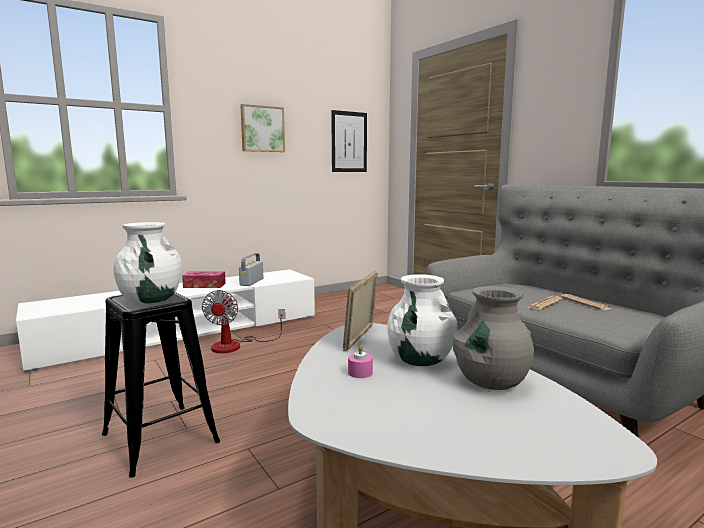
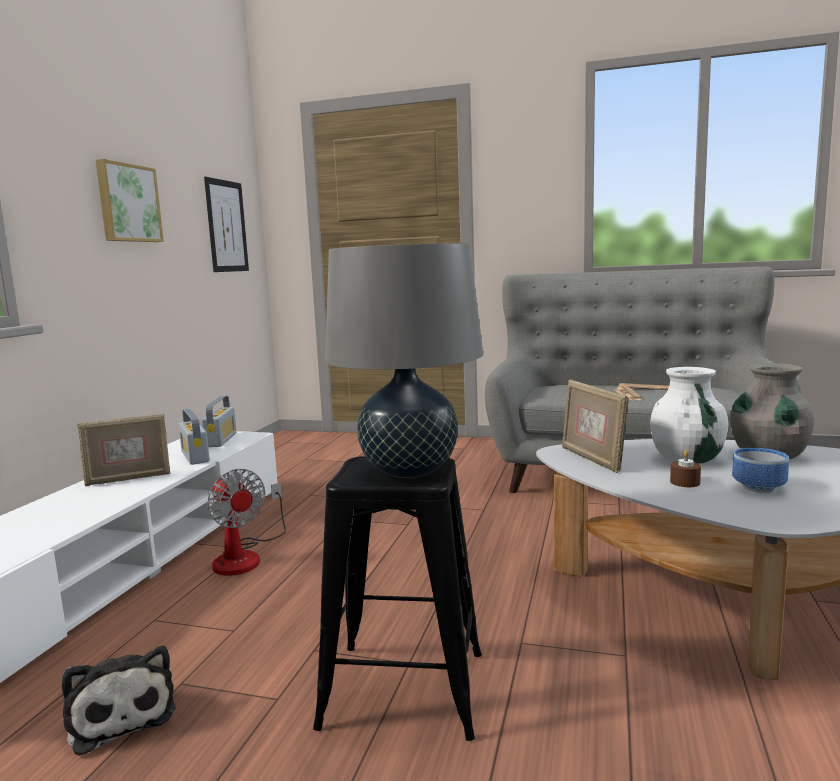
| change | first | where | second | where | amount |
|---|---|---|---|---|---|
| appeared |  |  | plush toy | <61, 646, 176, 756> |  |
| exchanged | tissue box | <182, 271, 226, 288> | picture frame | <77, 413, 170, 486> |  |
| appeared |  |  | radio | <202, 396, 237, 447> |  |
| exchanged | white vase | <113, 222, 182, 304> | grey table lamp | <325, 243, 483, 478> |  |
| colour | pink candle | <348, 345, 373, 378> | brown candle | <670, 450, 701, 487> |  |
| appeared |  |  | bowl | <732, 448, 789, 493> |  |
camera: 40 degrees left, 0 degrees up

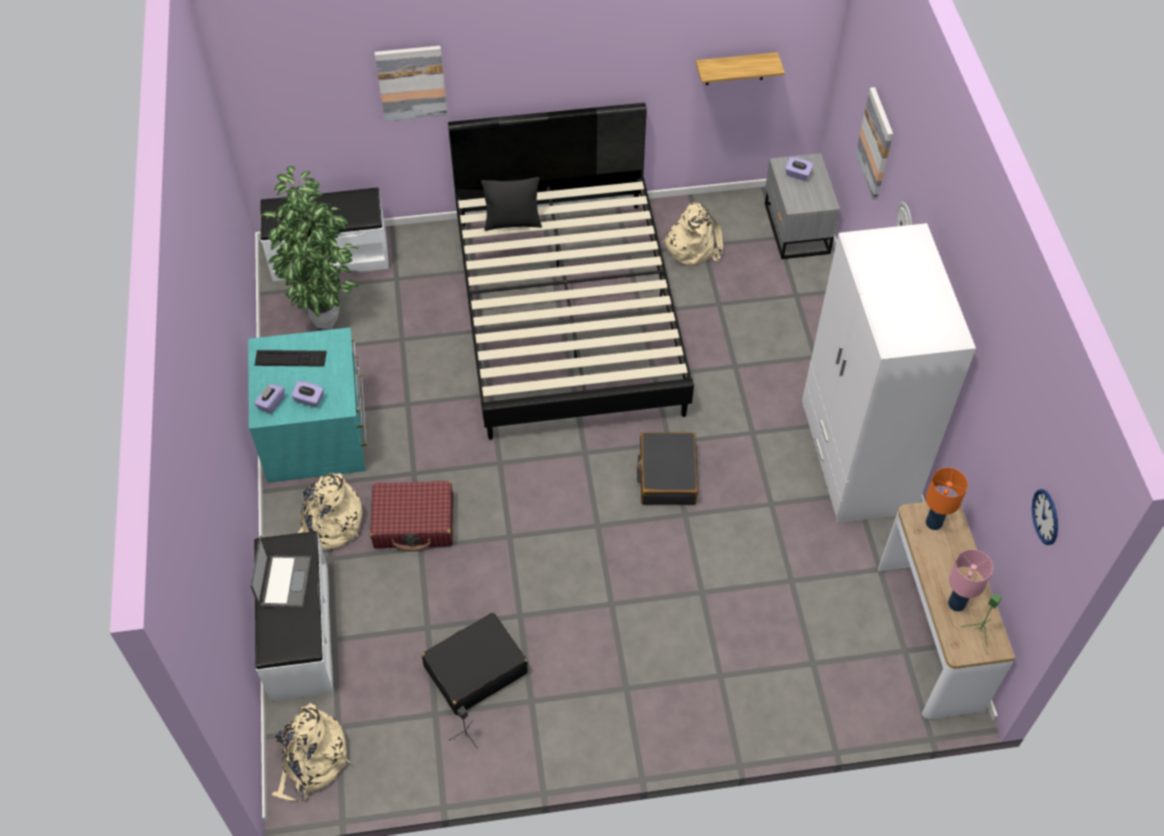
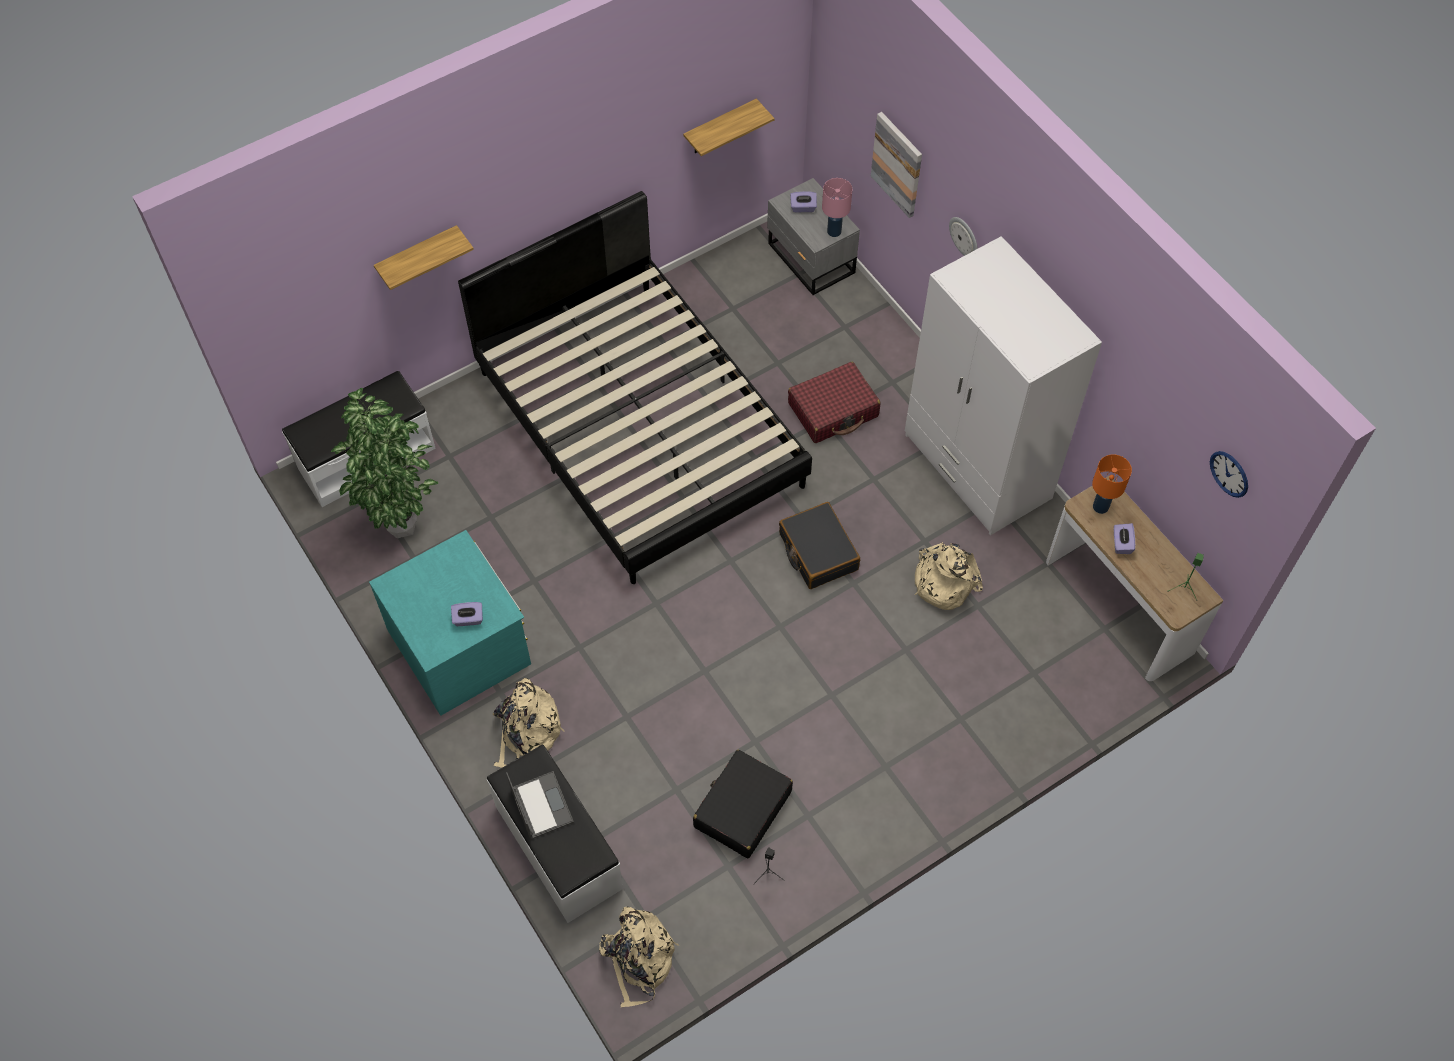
| change | first | where | second | where | amount |
|---|---|---|---|---|---|
| exchanged | picture | <374, 46, 448, 122> | shelf | <374, 225, 474, 290> |  |
| relocated | red suitcase | <370, 481, 453, 552> |  | <788, 362, 880, 443> |  |
| relocated | pink table lamp | <948, 549, 993, 612> |  | <822, 178, 852, 237> |  |
| relocated | beige backpack | <662, 202, 723, 266> |  | <915, 542, 983, 610> |  |
| relocated | purple tissue box | <254, 384, 285, 414> |  | <1114, 523, 1135, 554> |  |
| missing | keyboard | <254, 350, 327, 367> |  |  |  |
| missing | black pillow | <481, 177, 542, 231> |  |  |  |
camera: 25 degrees left, 5 degrees up

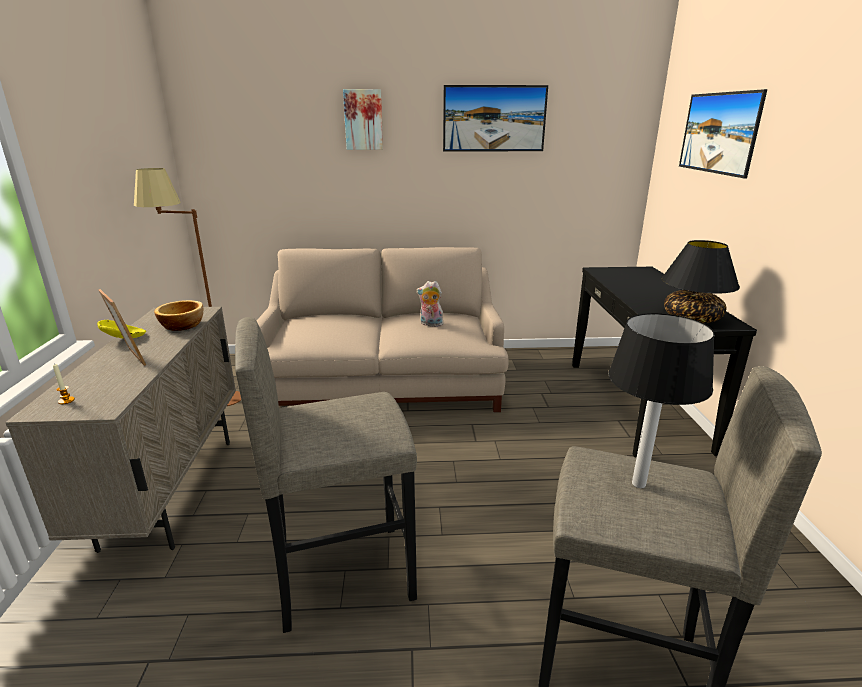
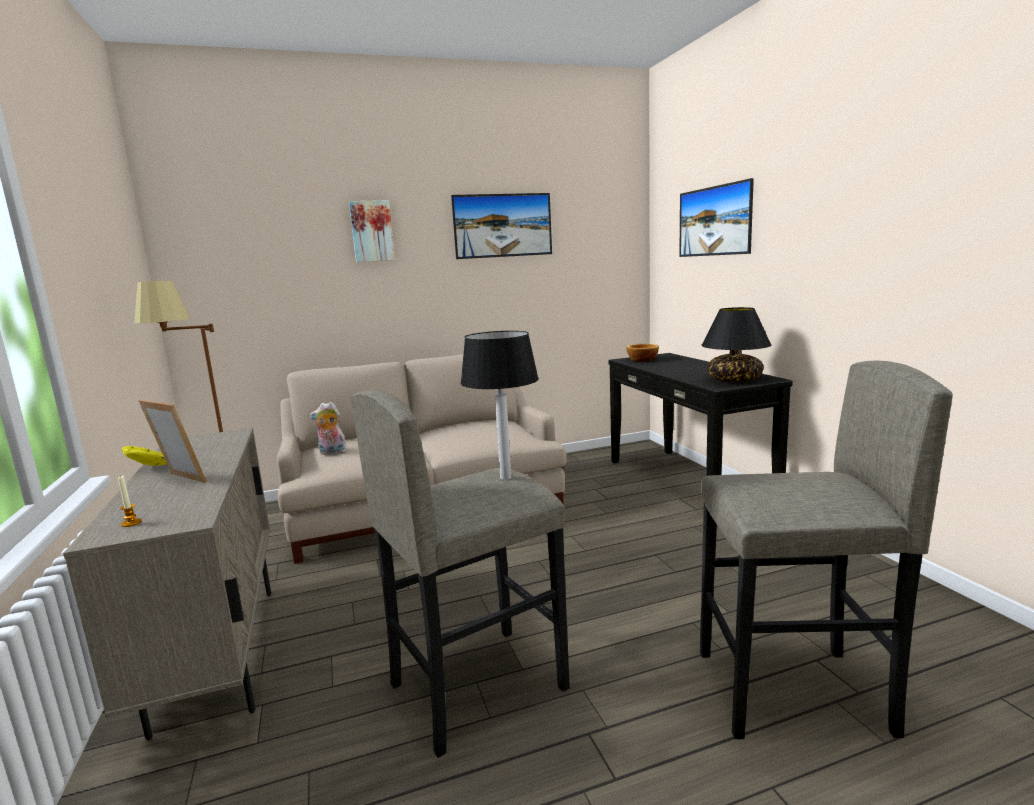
| change | first | where | second | where | amount |
|---|---|---|---|---|---|
| relocated | plush toy | <416, 281, 443, 327> |  | <310, 402, 350, 455> |  |
| relocated | table lamp | <608, 313, 715, 488> |  | <460, 331, 539, 480> |  |
| relocated | bowl | <154, 300, 203, 331> |  | <626, 344, 659, 362> |  |
camera: 15 degrees left, 10 degrees down

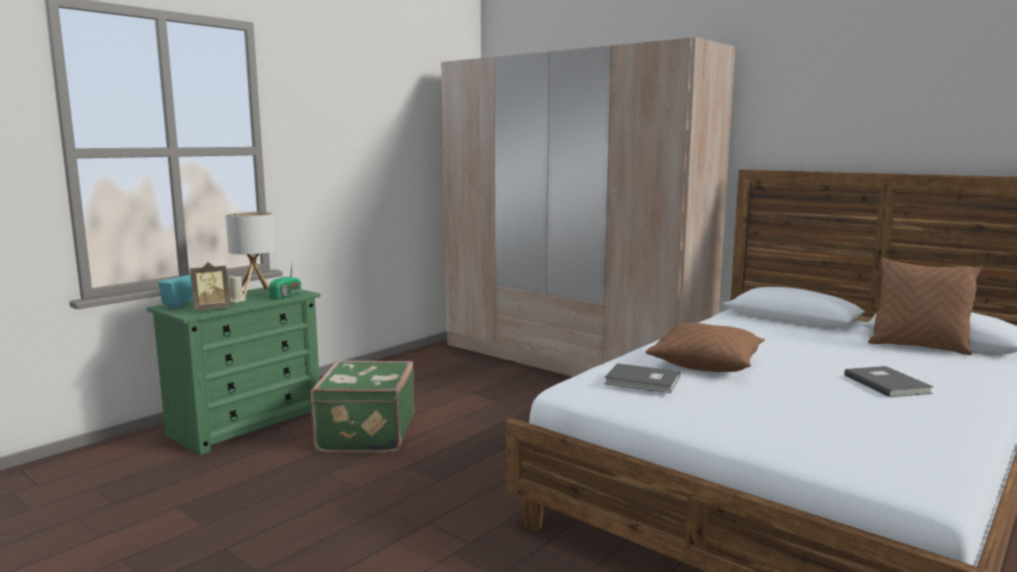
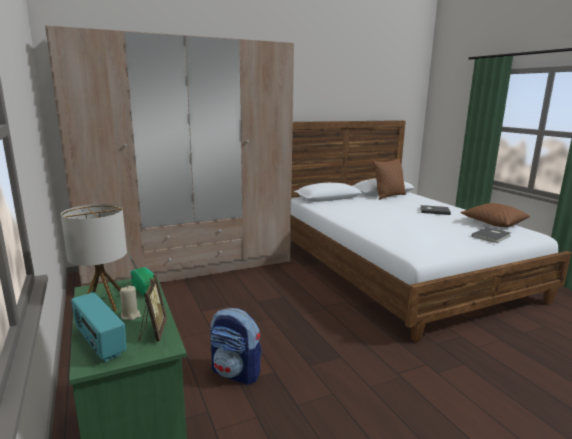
| change | first | where | second | where | amount |
|---|---|---|---|---|---|
| exchanged | green suitcase | <310, 360, 415, 453> | backpack | <210, 308, 262, 385> |  |
| relocated | brown pillow | <646, 323, 765, 372> |  | <460, 203, 530, 227> |  |
| relocated | grey book | <604, 363, 680, 393> |  | <472, 227, 511, 243> |  |
camera: 65 degrees left, 5 degrees up

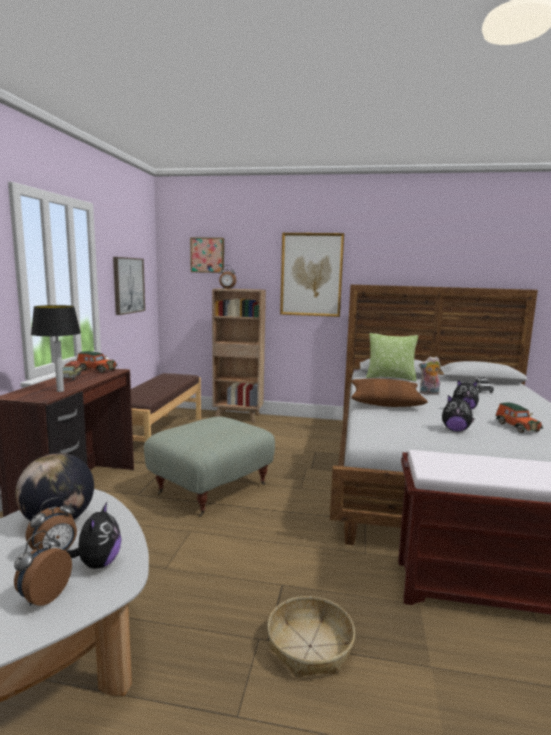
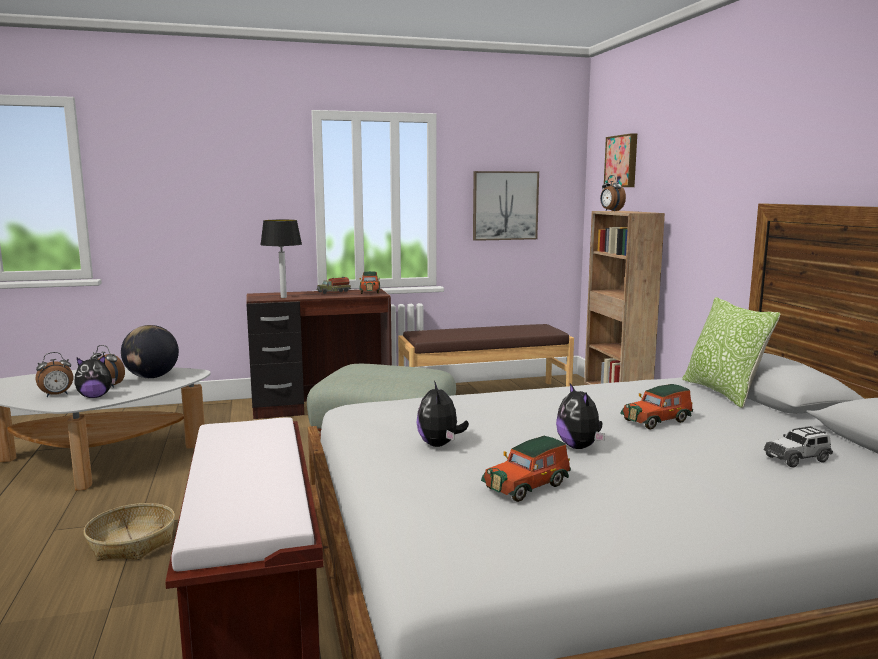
| change | first | where | second | where | amount |
|---|---|---|---|---|---|
| spun | alarm clock | <14, 530, 72, 606> |  | <36, 352, 73, 397> | 150 degrees clockwise |
| exchanged | plush toy | <419, 356, 441, 395> | toy car | <620, 384, 693, 430> |  |
| missing | picture | <280, 233, 344, 317> |  |  |  |
| missing | brown pillow | <351, 379, 428, 407> |  |  |  |
camera: 65 degrees right, 0 degrees up

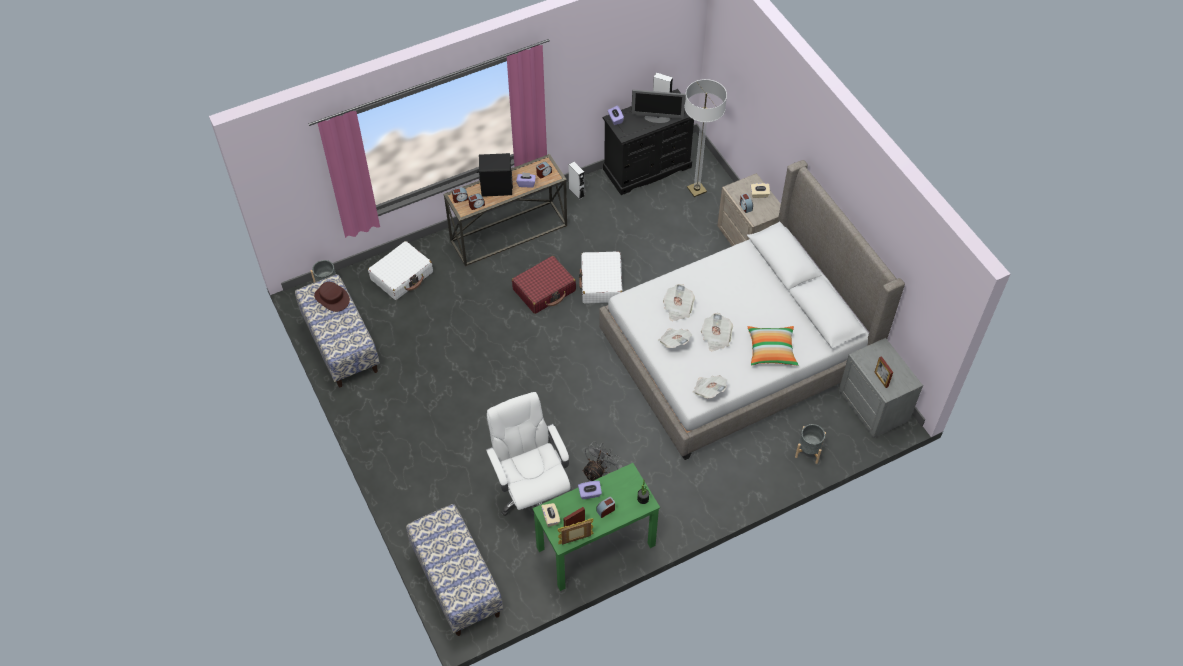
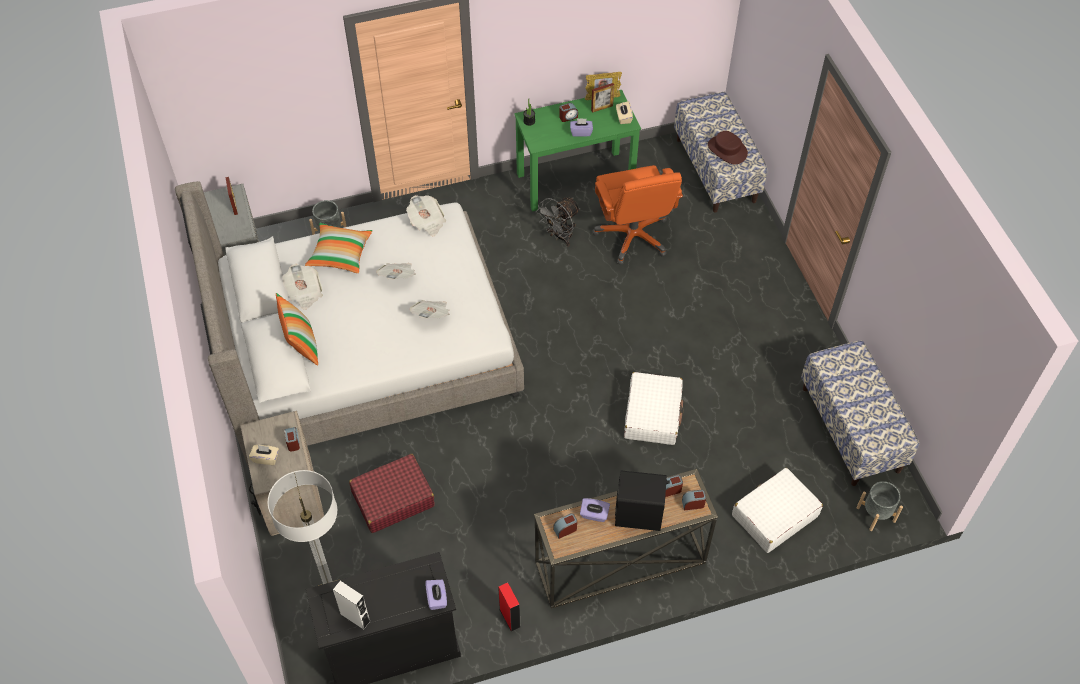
| change | first | where | second | where | amount |
|---|---|---|---|---|---|
| appeared |  |  | pillow | <276, 293, 318, 366> |  |
| relocated | newspaper | <659, 328, 692, 348> |  | <282, 264, 323, 310> |  |
| relocated | red suitcase | <512, 256, 576, 314> |  | <349, 454, 435, 533> |  |
| colour | white speaker | <569, 162, 585, 200> | red speaker | <498, 582, 521, 632> |  |
| colour | white office chair | <486, 392, 571, 516> | orange office chair | <593, 165, 683, 265> |  |
| relocated | white suitcase | <579, 251, 623, 303> |  | <624, 372, 683, 445> |  |
| relocated | brown hat | <314, 282, 350, 312> |  | <708, 131, 748, 164> |  |
| missing | monitor | <631, 90, 686, 124> |  |  |  |
camera: 170 degrees left, 0 degrees up

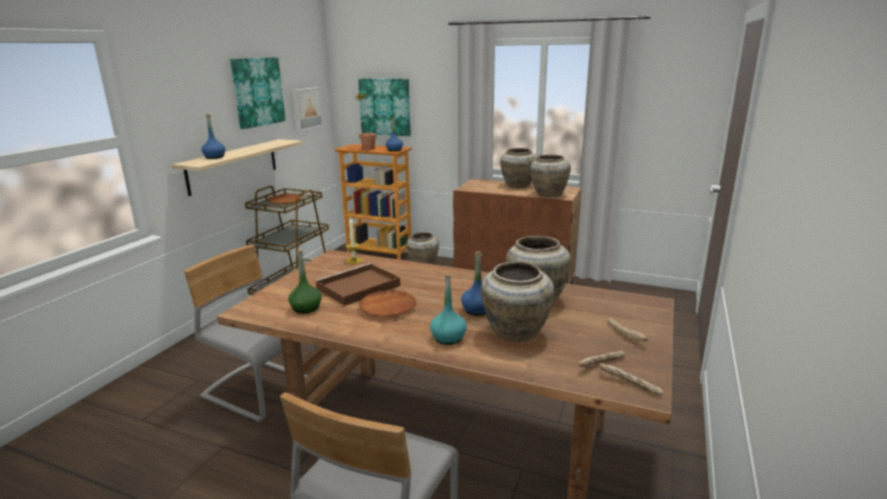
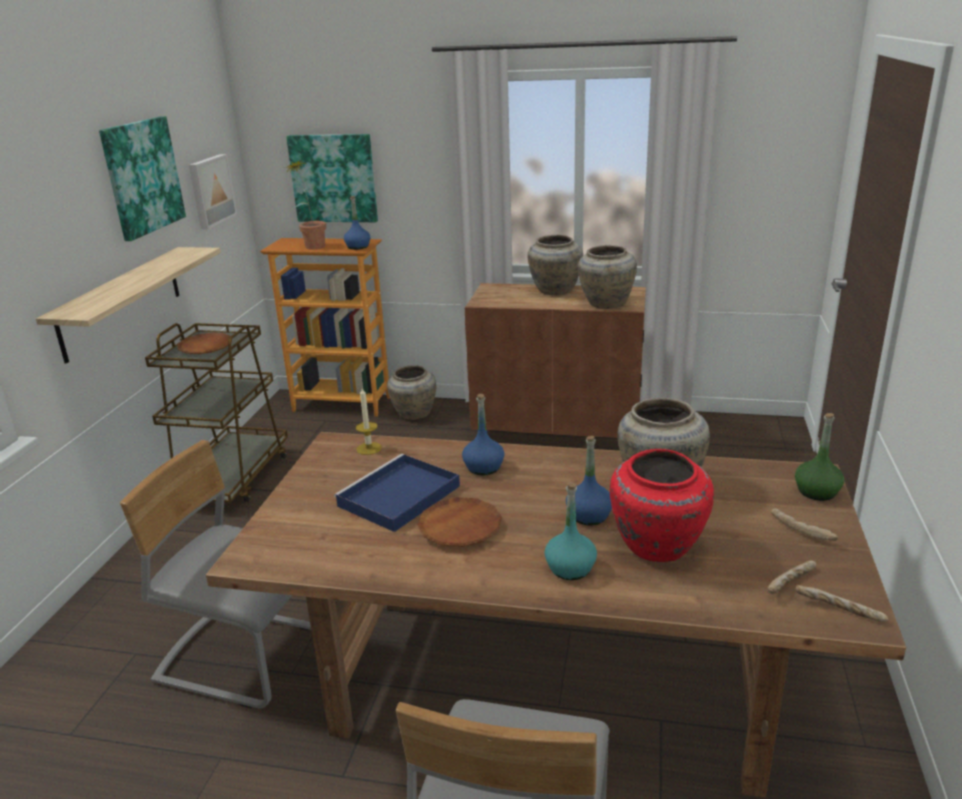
| change | first | where | second | where | amount |
|---|---|---|---|---|---|
| colour | brown tray | <315, 263, 401, 306> | blue tray | <334, 454, 460, 532> |  |
| relocated | blue bottle | <201, 114, 226, 159> |  | <462, 394, 504, 475> |  |
| colour | beige vase | <481, 261, 554, 342> | red vase | <610, 449, 714, 562> |  |
| relocated | green bottle | <288, 250, 322, 314> |  | <795, 413, 844, 501> |  |
camera: 10 degrees left, 5 degrees up

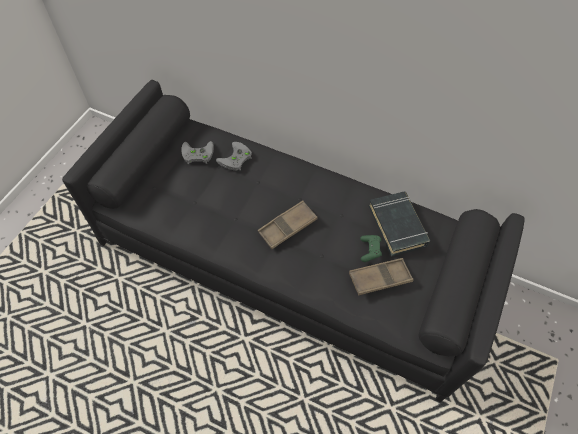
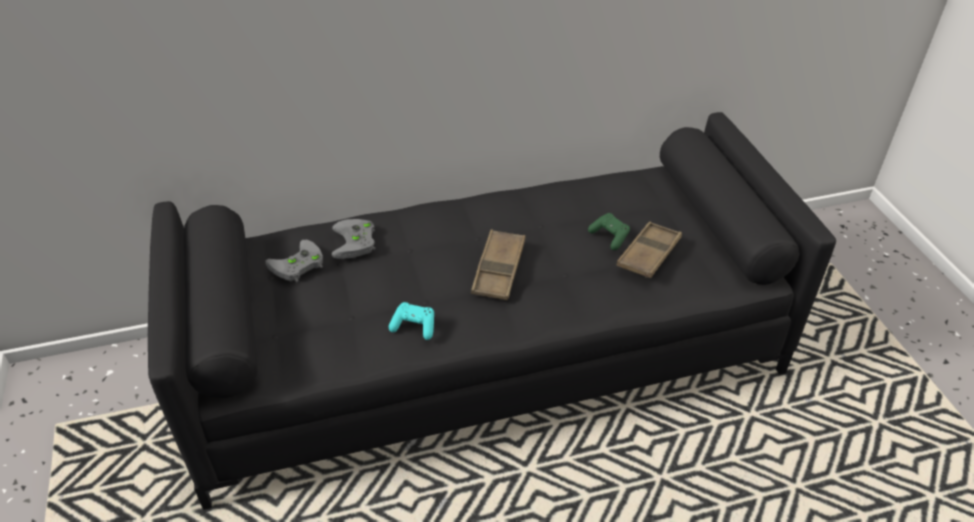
| change | first | where | second | where | amount |
|---|---|---|---|---|---|
| appeared |  |  | turquoise game controller | <389, 302, 434, 340> |  |
| missing | black book | <369, 191, 431, 257> |  |  |  |
camera: 40 degrees left, 15 degrees down

